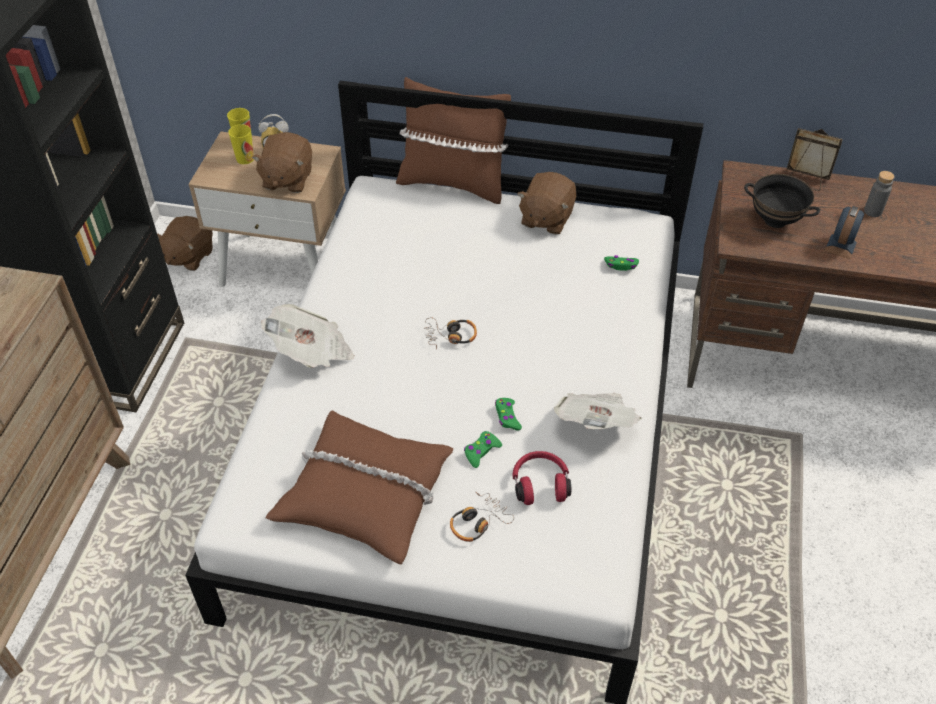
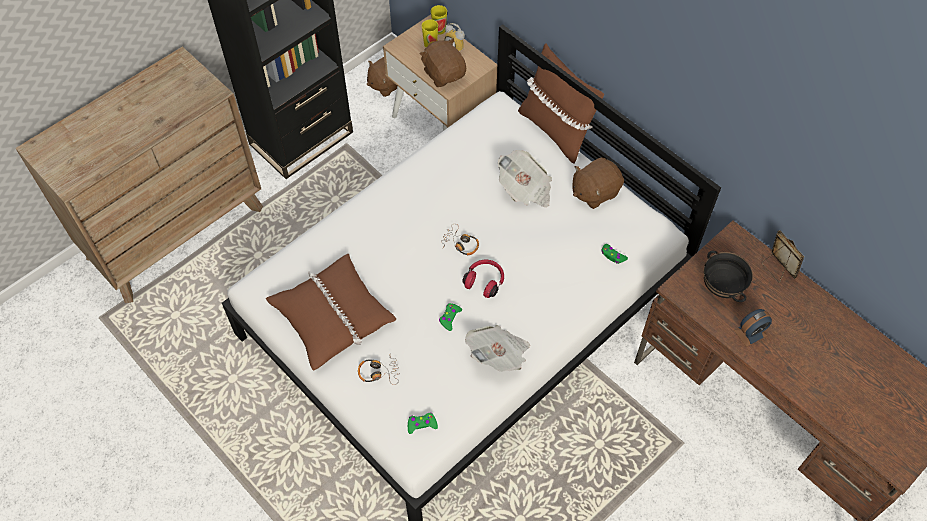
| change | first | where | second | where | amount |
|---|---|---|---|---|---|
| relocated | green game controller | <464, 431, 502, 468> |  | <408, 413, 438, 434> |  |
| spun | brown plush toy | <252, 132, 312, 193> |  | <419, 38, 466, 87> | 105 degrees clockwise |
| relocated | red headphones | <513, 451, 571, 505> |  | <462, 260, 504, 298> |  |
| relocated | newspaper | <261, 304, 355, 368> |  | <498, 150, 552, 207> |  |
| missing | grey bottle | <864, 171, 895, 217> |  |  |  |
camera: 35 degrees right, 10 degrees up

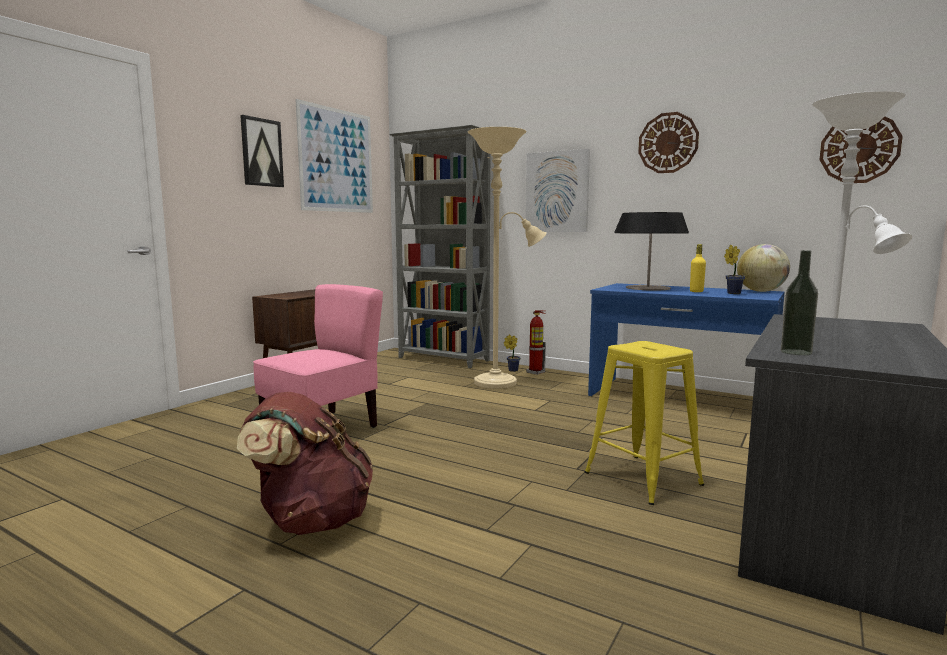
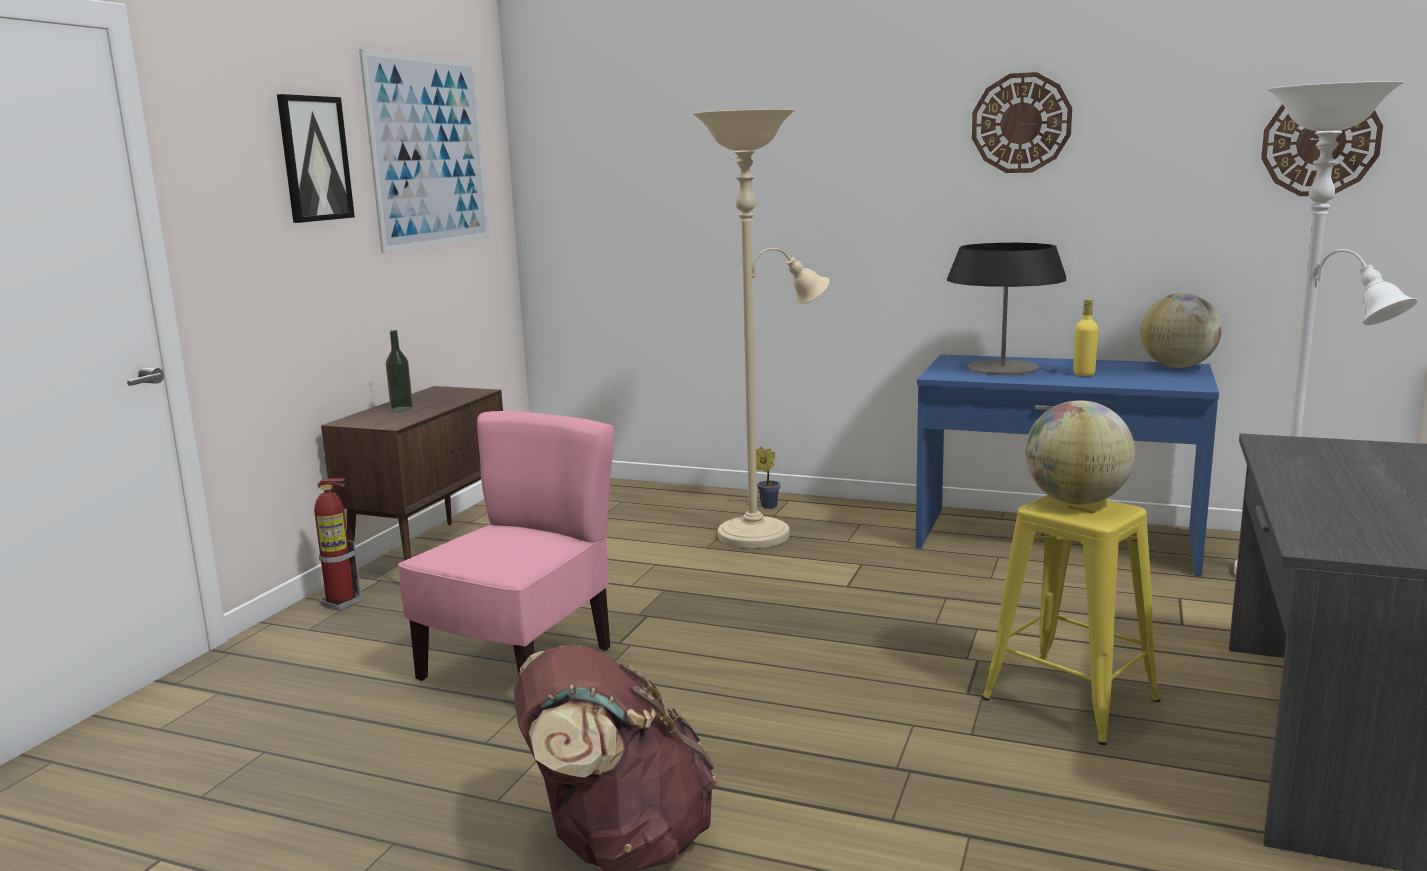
| change | first | where | second | where | amount |
|---|---|---|---|---|---|
| relocated | fire extinguisher | <526, 310, 546, 375> |  | <314, 478, 362, 611> |  |
| relocated | bottle | <781, 250, 818, 355> |  | <386, 330, 413, 412> |  |
| appeared |  |  | globe | <1025, 400, 1135, 505> |  |
| missing | grey bookcase | <389, 125, 490, 368> |  |  |  |
| missing | picture | <525, 149, 590, 232> |  |  |  |
| missing | potted plant | <724, 245, 745, 294> |  |  |  |
camera: 10 degrees left, 5 degrees up

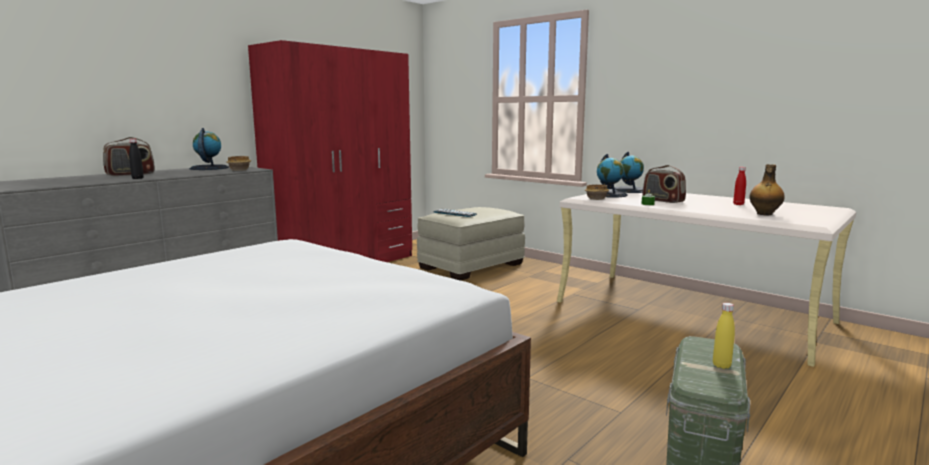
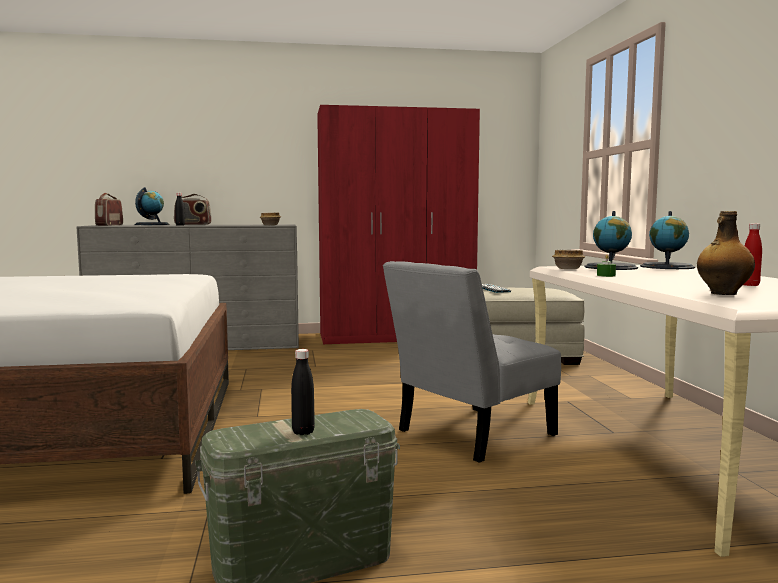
| change | first | where | second | where | amount |
|---|---|---|---|---|---|
| relocated | radio | <642, 165, 686, 203> |  | <95, 193, 123, 226> |  |
| relocated | globe | <189, 128, 229, 170> |  | <134, 187, 169, 225> |  |
| colour | yellow bottle | <713, 303, 735, 369> | black bottle | <291, 349, 315, 435> |  |
| appeared |  |  | grey chair | <383, 261, 561, 463> |  |
camera: 40 degrees right, 5 degrees down

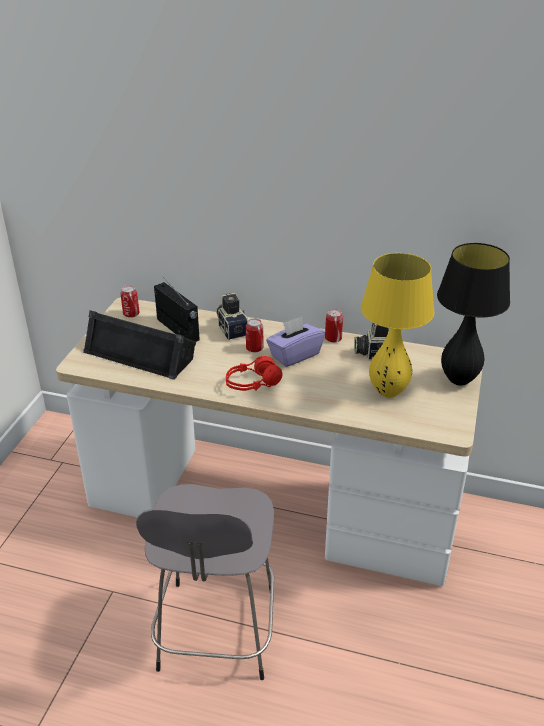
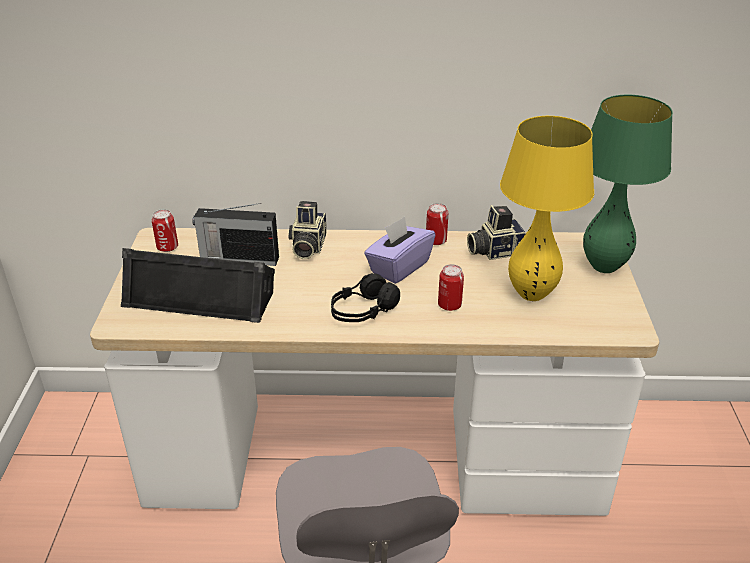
| change | first | where | second | where | amount |
|---|---|---|---|---|---|
| spun | radio | <154, 277, 200, 342> |  | <192, 203, 279, 266> | 150 degrees clockwise |
| spun | photo camera | <216, 293, 248, 340> |  | <288, 201, 327, 259> | 135 degrees counterclockwise |
| colour | red headphones | <226, 356, 283, 391> | black headphones | <331, 273, 400, 322> |  |
| relocated | can | <246, 318, 263, 353> |  | <438, 264, 464, 311> |  |
| colour | black table lamp | <437, 243, 510, 386> | green table lamp | <583, 95, 673, 273> |  |
camera: 15 degrees left, 0 degrees up

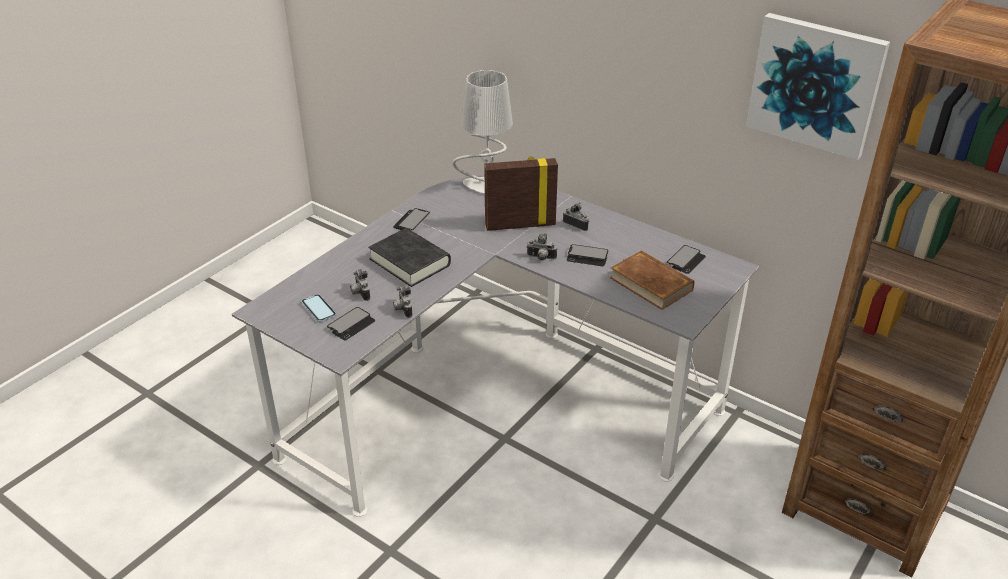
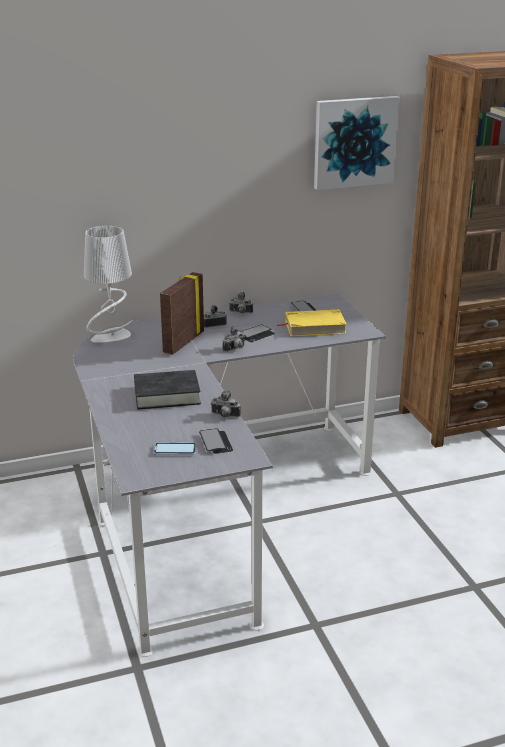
| change | first | where | second | where | amount |
|---|---|---|---|---|---|
| relocated | photo camera | <350, 269, 370, 301> |  | <229, 292, 253, 314> |  |
| colour | brown book | <610, 250, 695, 310> | yellow book | <277, 310, 347, 336> |  |
| missing | phone | <393, 208, 430, 230> |  |  |  |
camera: 55 degrees left, 10 degrees down

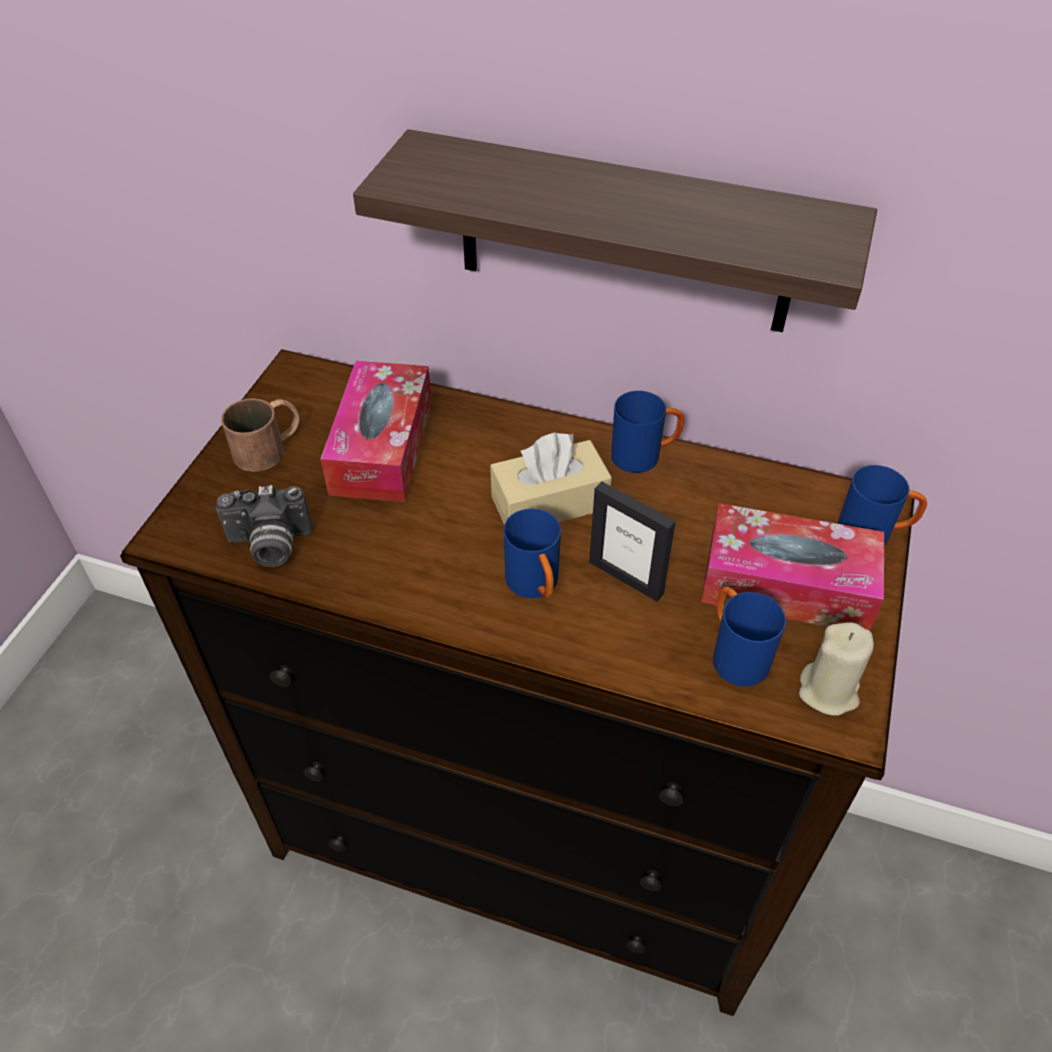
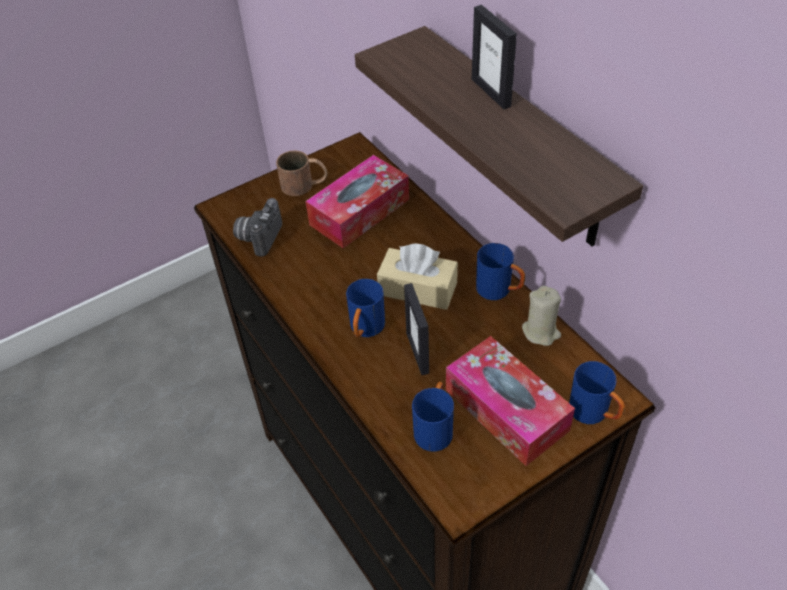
| change | first | where | second | where | amount |
|---|---|---|---|---|---|
| spun | photo camera | <216, 485, 312, 567> |  | <233, 198, 282, 257> | 75 degrees clockwise |
| appeared |  |  | picture frame | <472, 5, 517, 109> |  |
| relocated | beige candle | <799, 622, 874, 716> |  | <522, 286, 561, 346> |  |
camera: 40 degrees right, 0 degrees up

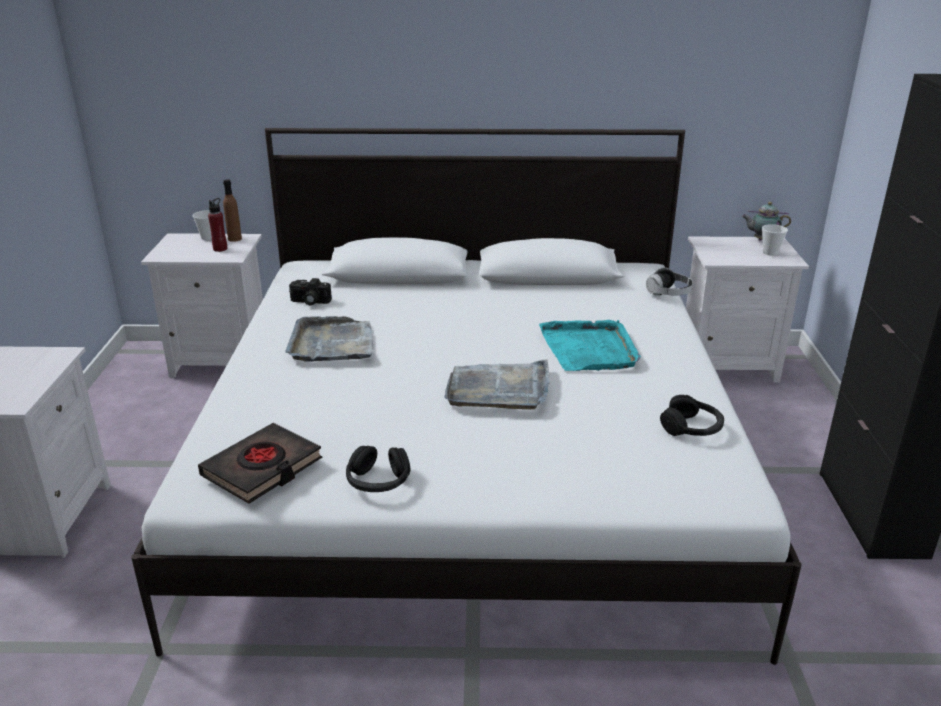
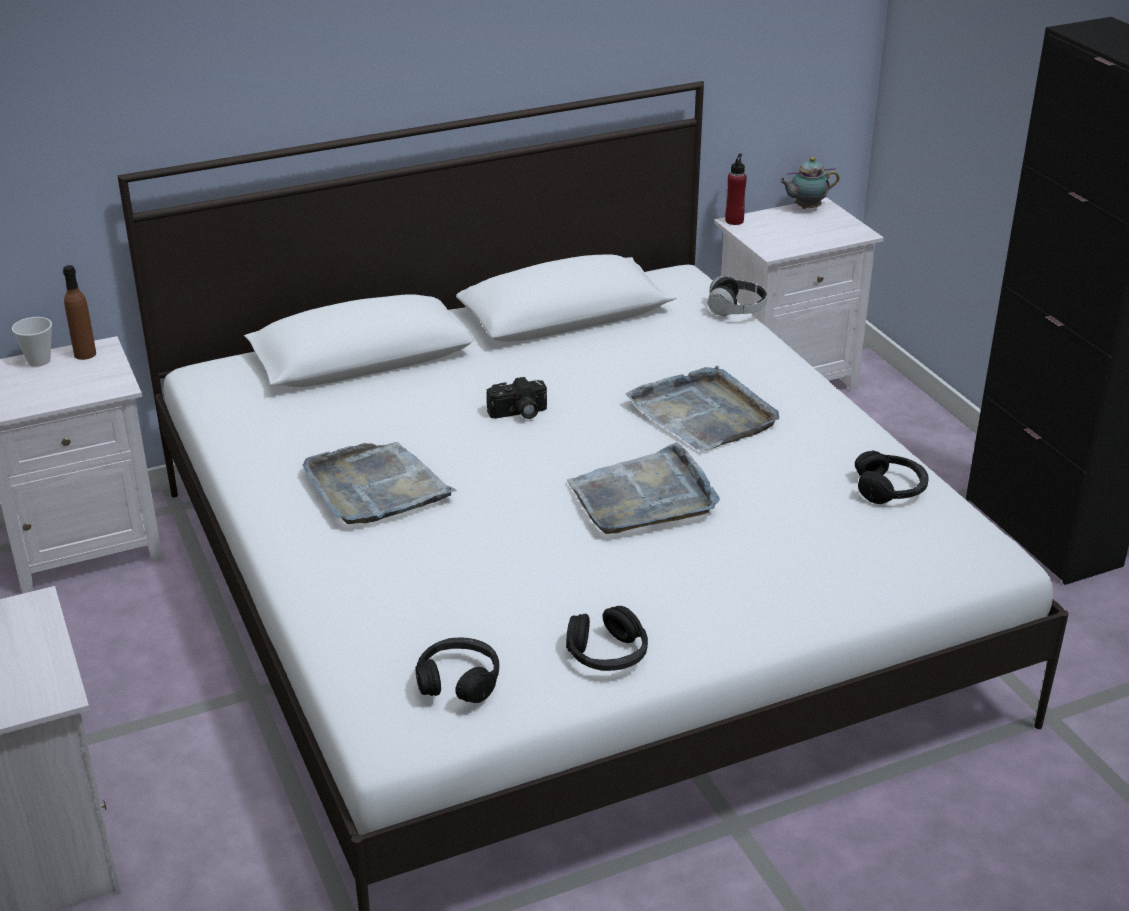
| change | first | where | second | where | amount |
|---|---|---|---|---|---|
| exchanged | black book | <198, 423, 322, 504> | black headphones | <416, 637, 499, 703> |  |
| relocated | photo camera | <289, 278, 332, 305> |  | <487, 377, 547, 419> |  |
| colour | turquoise tray | <539, 320, 641, 371> | grey tray | <626, 366, 779, 452> |  |
| relocated | red bottle | <208, 198, 227, 252> |  | <725, 154, 747, 225> |  |
| missing | cup | <762, 224, 788, 256> |  |  |  |
camera: 25 degrees left, 5 degrees up

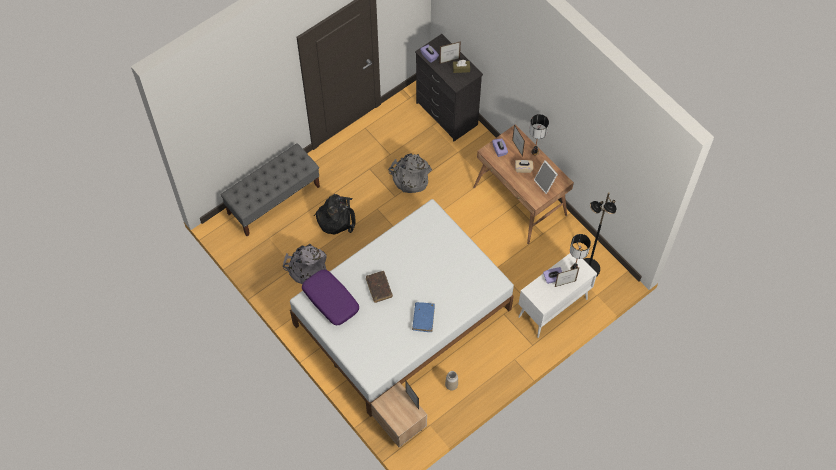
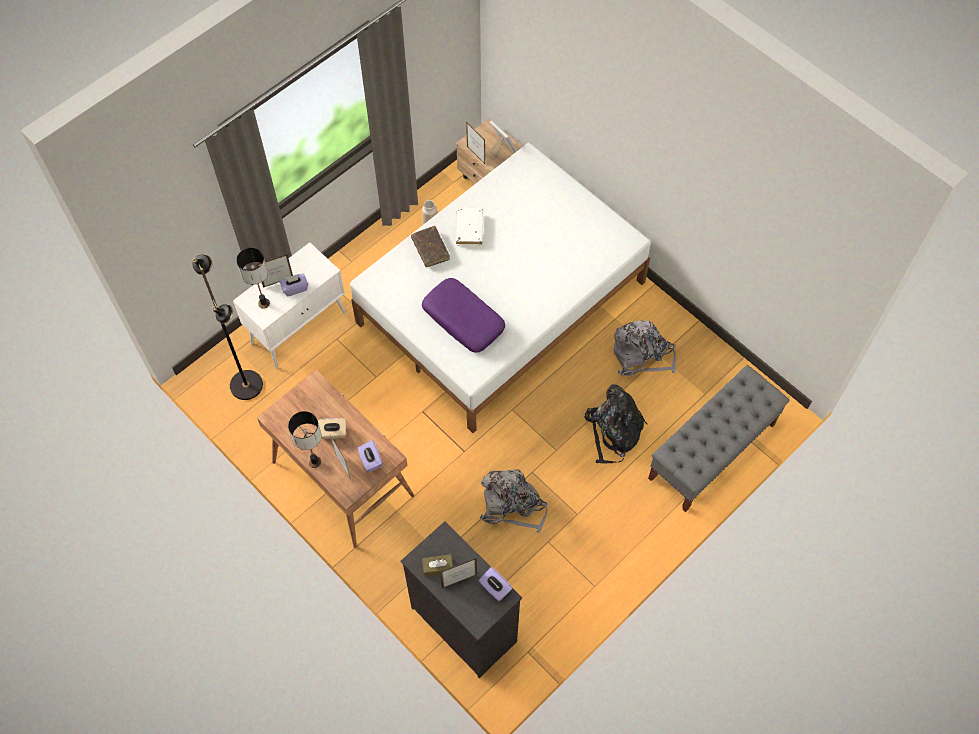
| change | first | where | second | where | amount |
|---|---|---|---|---|---|
| relocated | brown book | <366, 271, 393, 303> |  | <411, 226, 450, 267> |  |
| relocated | purple pillow | <302, 270, 359, 325> |  | <422, 278, 505, 353> |  |
| colour | blue book | <412, 302, 435, 332> | white book | <456, 209, 483, 245> |  |
| relocated | picture frame | <534, 160, 558, 194> |  | <490, 120, 517, 160> |  |
camera: 175 degrees right, 0 degrees up

